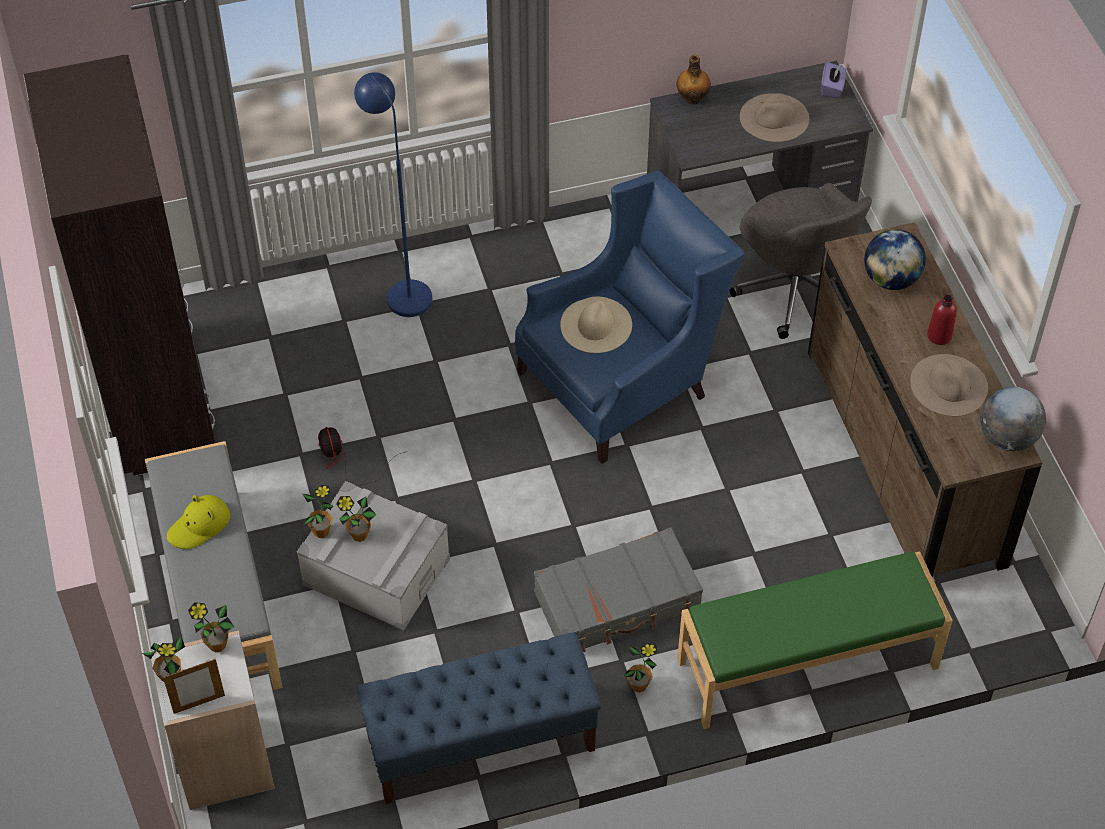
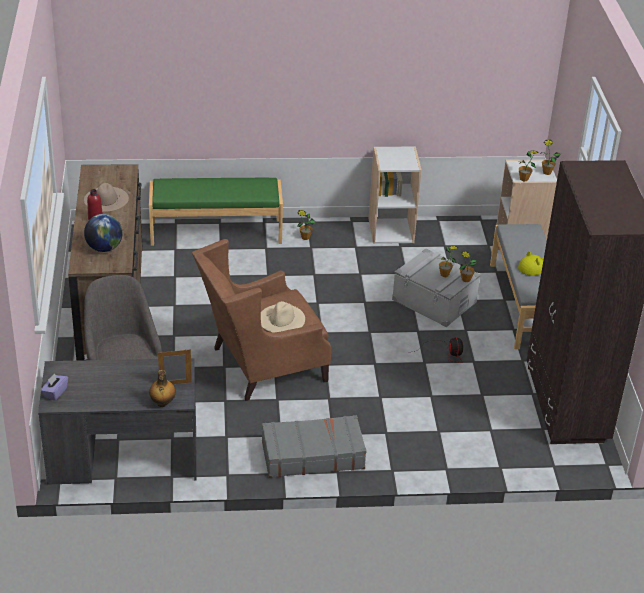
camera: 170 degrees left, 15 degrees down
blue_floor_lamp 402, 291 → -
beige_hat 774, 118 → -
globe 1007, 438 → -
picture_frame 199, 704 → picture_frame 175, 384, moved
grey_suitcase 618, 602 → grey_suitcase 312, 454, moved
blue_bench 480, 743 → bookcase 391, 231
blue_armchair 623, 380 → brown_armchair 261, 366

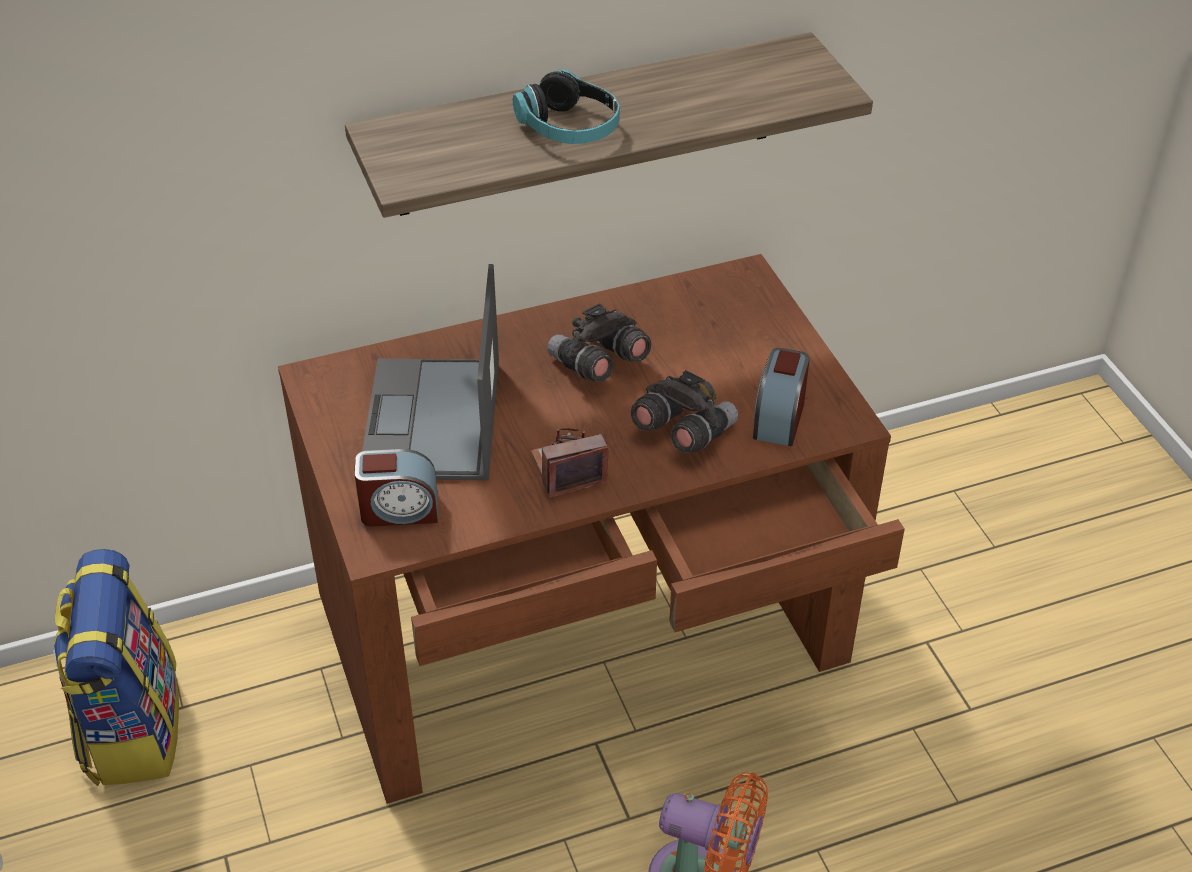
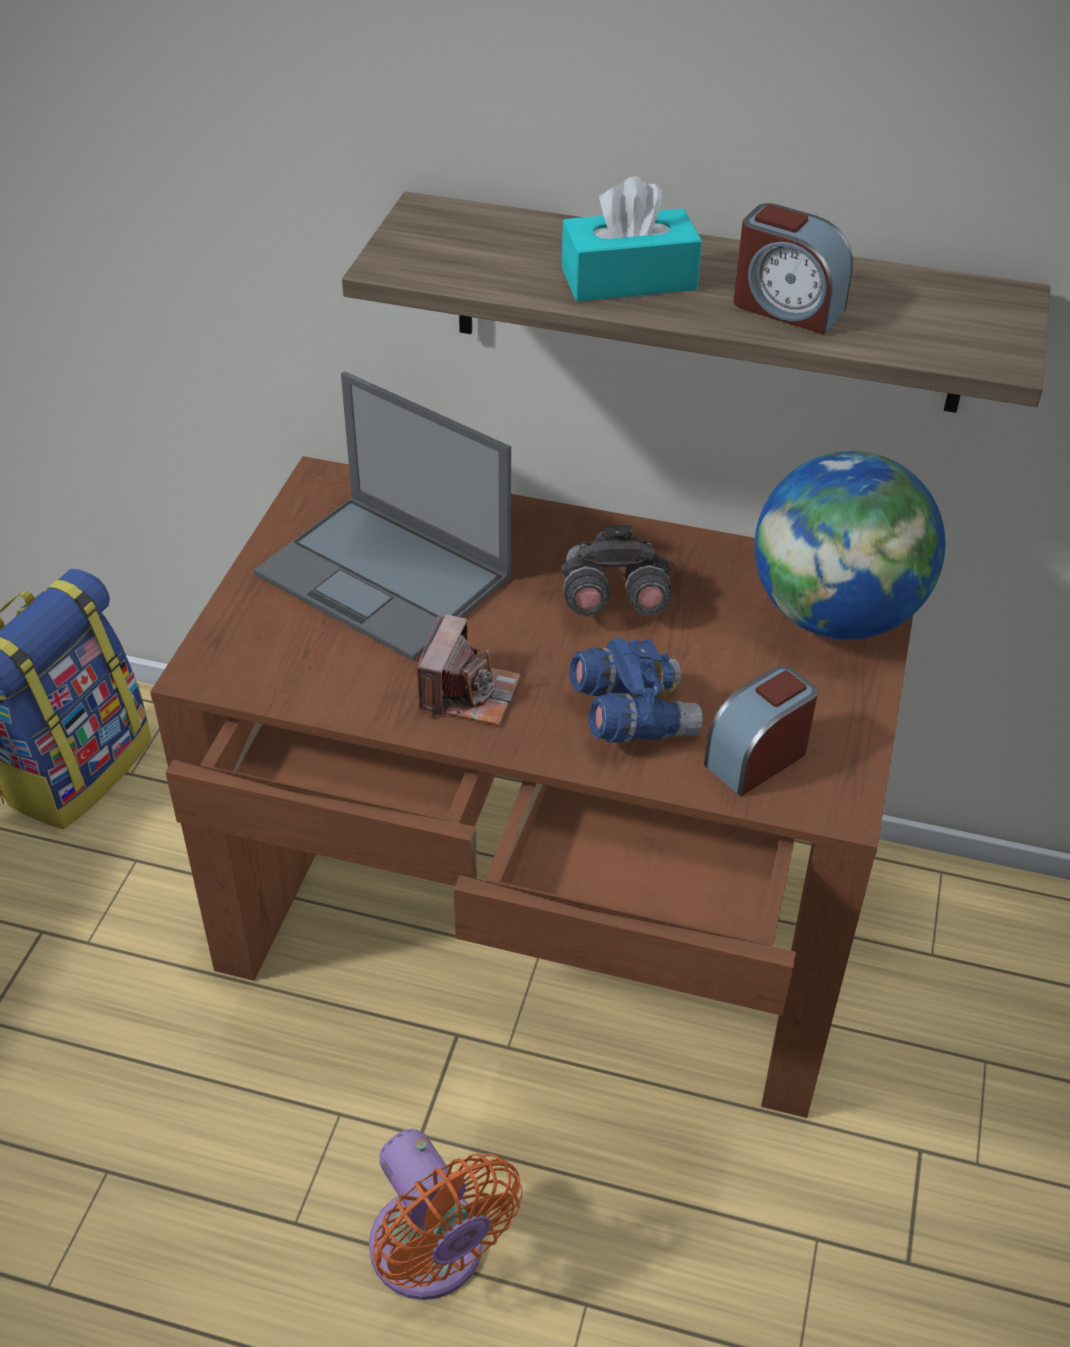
camera: 35 degrees right, 0 degrees up
- → globe 835, 616
alarm_clock 399, 510 → alarm_clock 786, 307, moved
headphones 569, 127 → turquoise_tissue_box 629, 279
grey_binoculars 683, 431 → blue_binoculars 632, 716
laptop 432, 421 → laptop 386, 576, 90 degrees counterclockwise
photo_camera 568, 470 → photo_camera 468, 693, 90 degrees clockwise

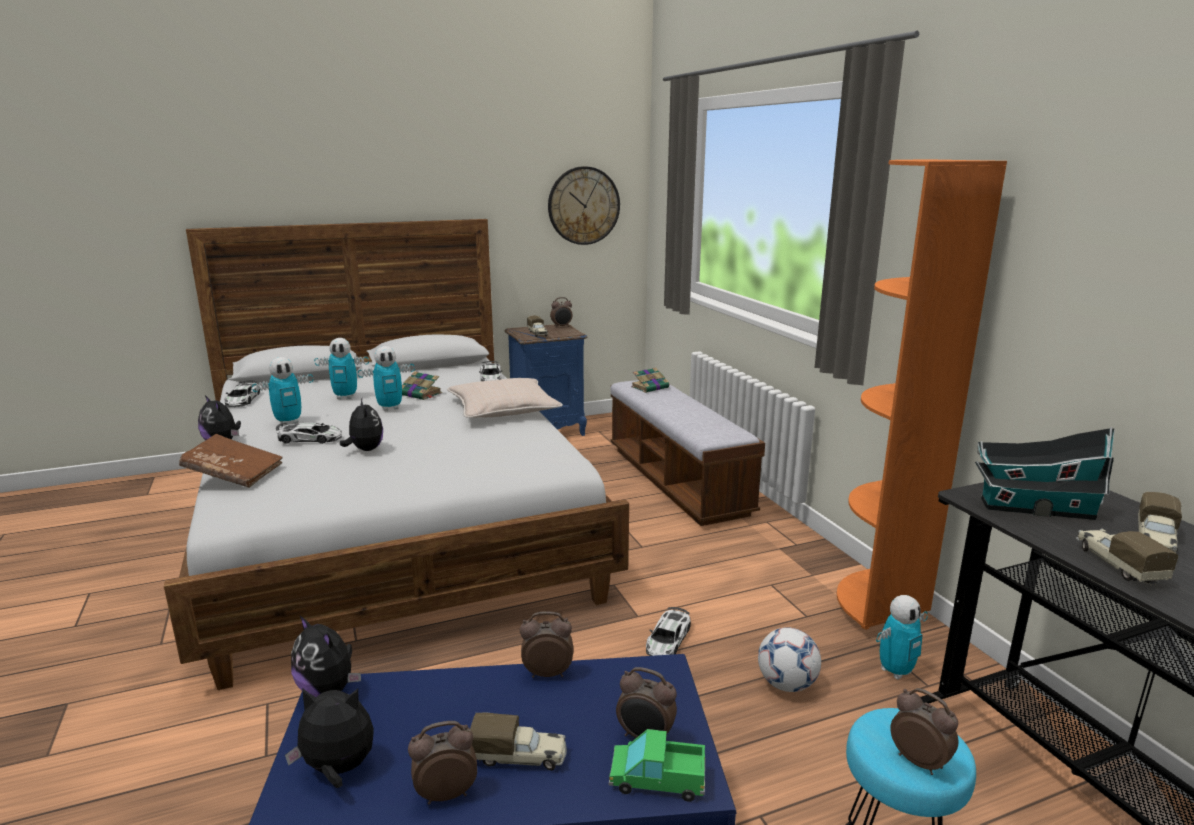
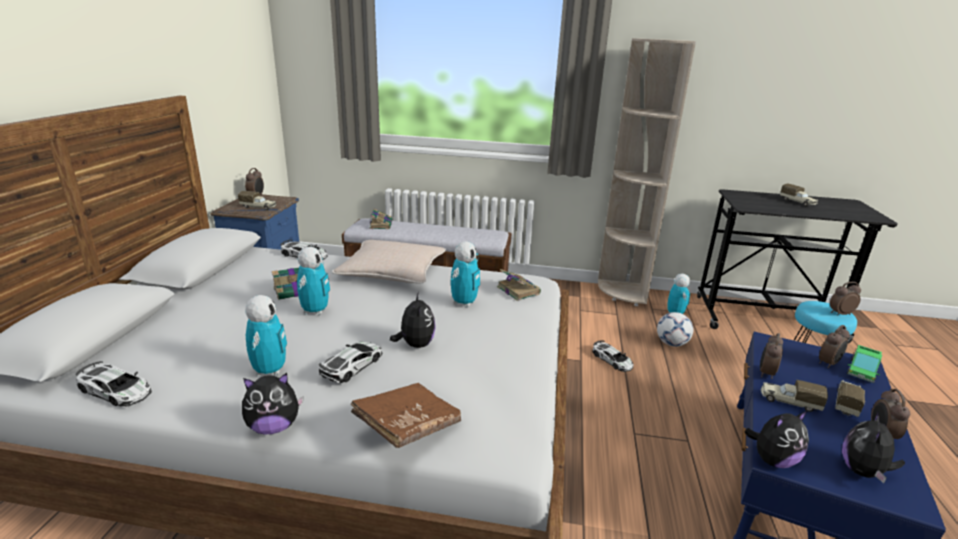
camera: 60 degrees left, 5 degrees up
wall_clock 583, 206 → -
toy_house 1032, 508 → -
- → book 517, 290
toy_robot 345, 397 → toy_robot 464, 303, moved
toy_truck 1117, 564 → toy_truck 789, 402, moved
orange_bookcase 872, 608 → beige_bookcase 621, 296
plush_toy 365, 450 → plush_toy 415, 344, 75 degrees clockwise

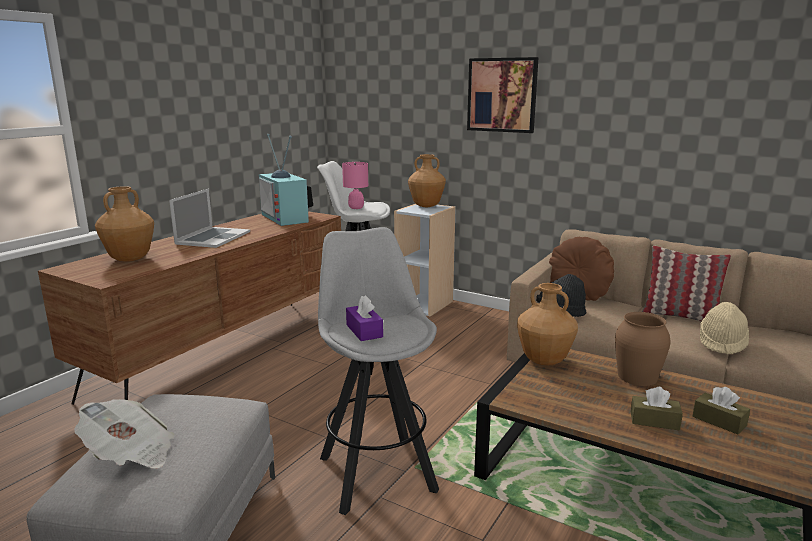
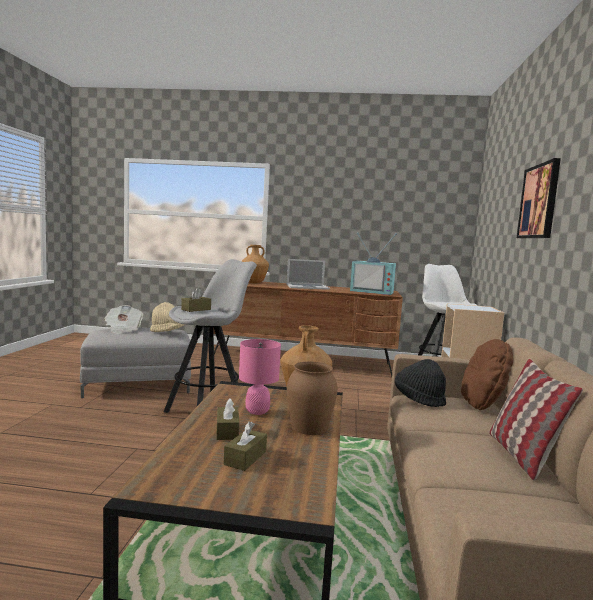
camera: 65 degrees right, 10 degrees down
brown_vase 426, 206 → -
pink_table_lamp 356, 208 → pink_table_lamp 258, 412, moved
beige_hat 722, 343 → beige_hat 169, 332, moved
purple_tissue_box 364, 331 → brown_tissue_box 196, 309
television 288, 218 → television 372, 292, 105 degrees counterclockwise

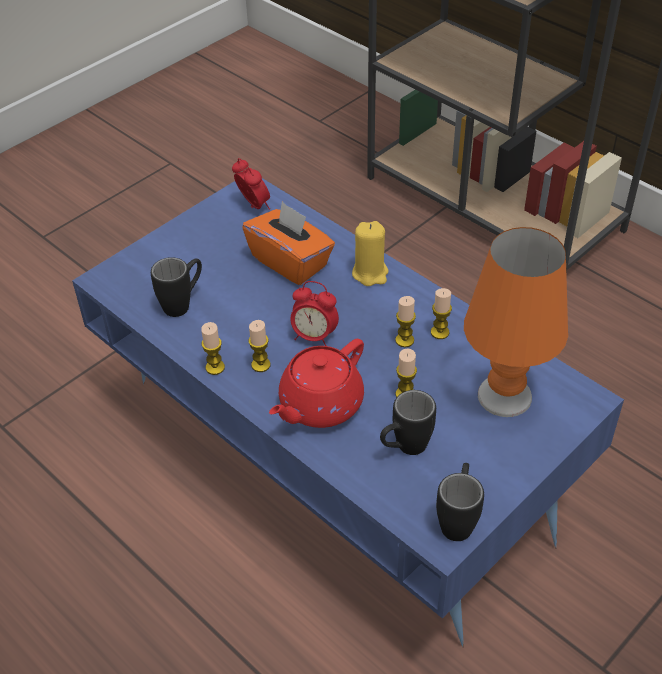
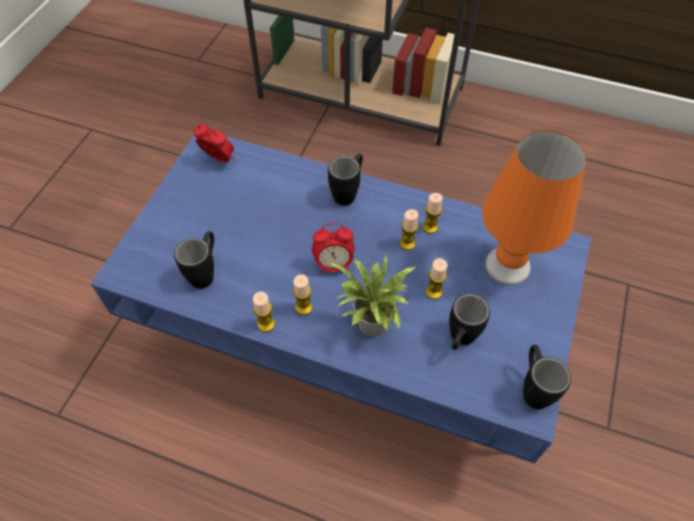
camera: 25 degrees left, 10 degrees up
orange_tissue_box 290, 262 → -
red_teapot 319, 405 → potted_plant 372, 327
yellow_candle 370, 273 → black_mug 348, 192

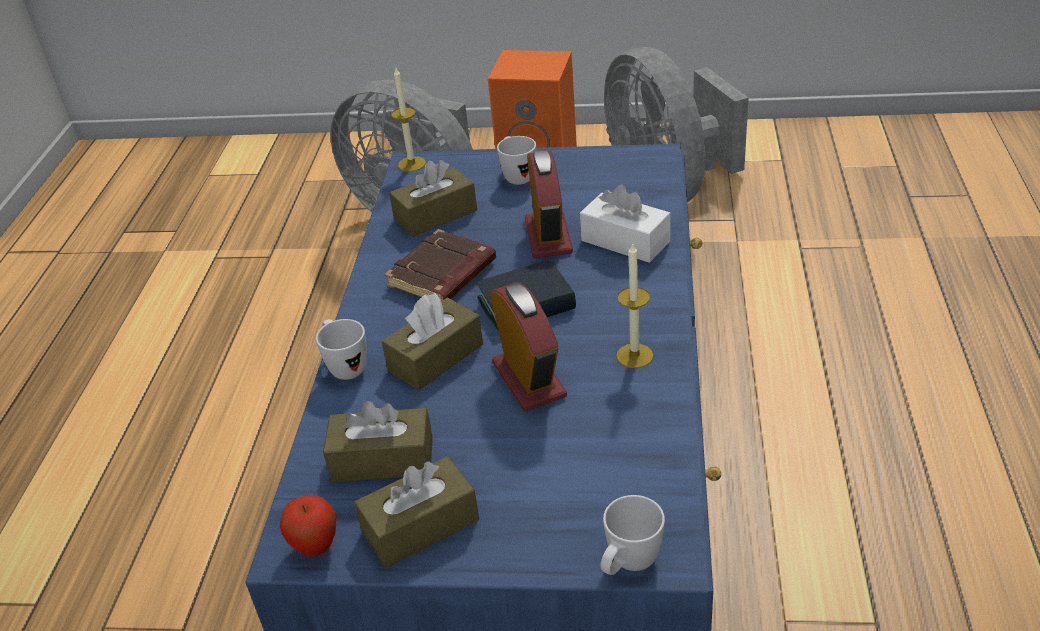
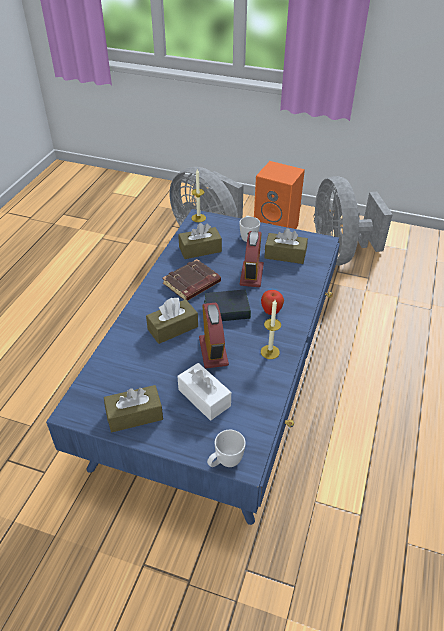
camera: 10 degrees right, 5 degrees up
white_mug 345, 366 → -
apple 316, 547 → apple 271, 312, moved
brown_tissue_box 382, 460 → brown_tissue_box 285, 255, moved
white_tissue_box 625, 241 → white_tissue_box 204, 398, moved

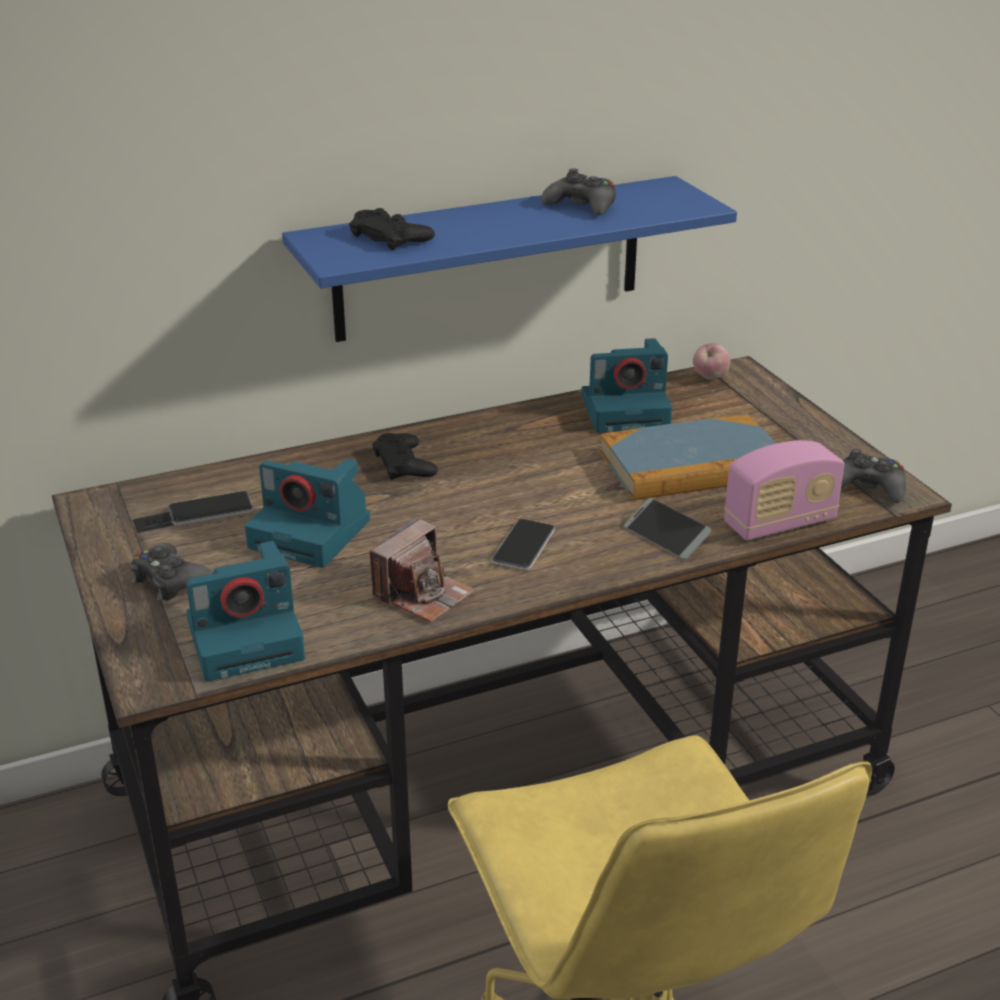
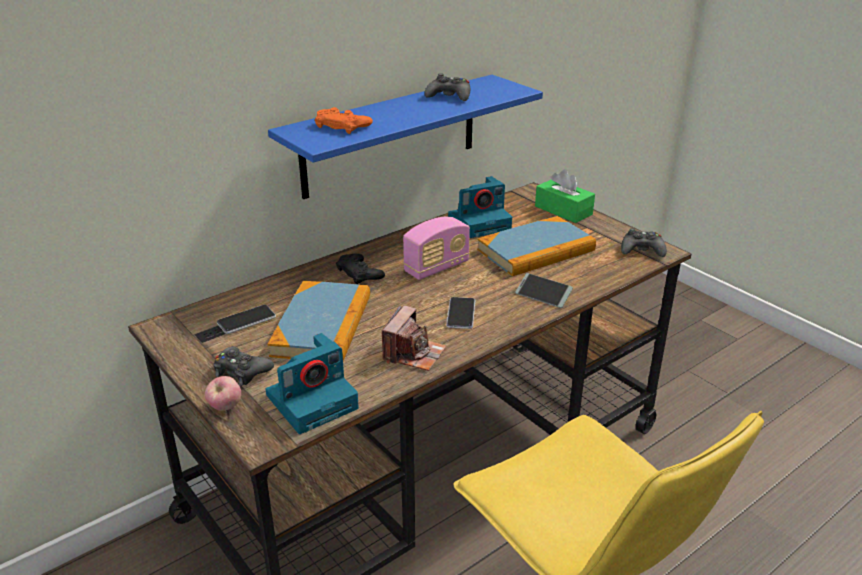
camera: 15 degrees left, 0 degrees up
- → green_tissue_box 563, 210
apple 710, 378 → apple 225, 407, moved
radio 779, 523 → radio 436, 267, moved
photo_camera 313, 534 → book 322, 326
black_game_controller 390, 237 → orange_game_controller 342, 126

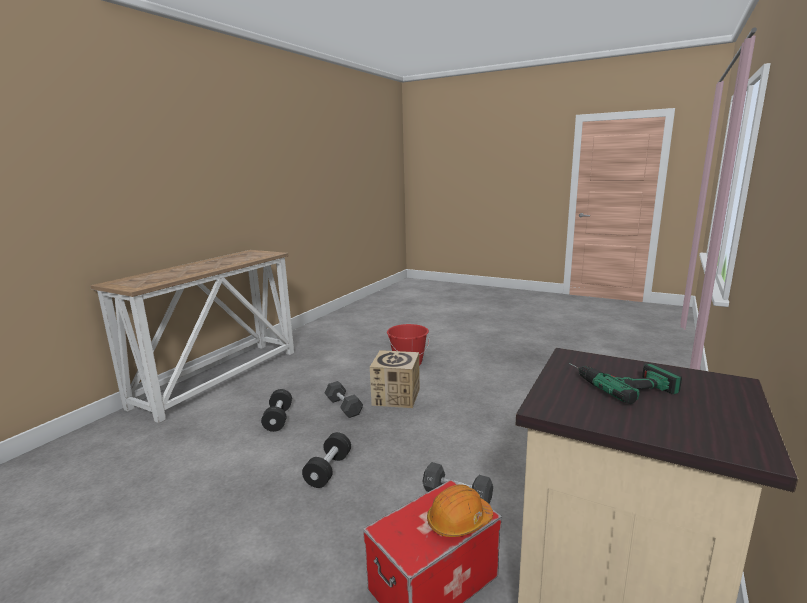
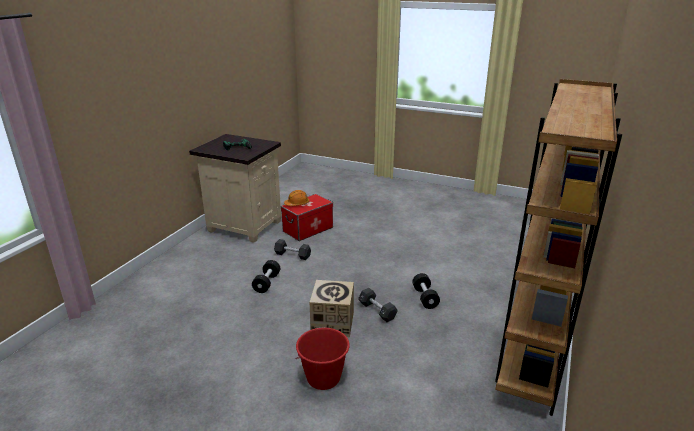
camera: 175 degrees right, 10 degrees up
black_dumbbell 328, 470 → black_dumbbell 267, 283, moved
console_table 220, 377 → brown_bookcase 532, 347

